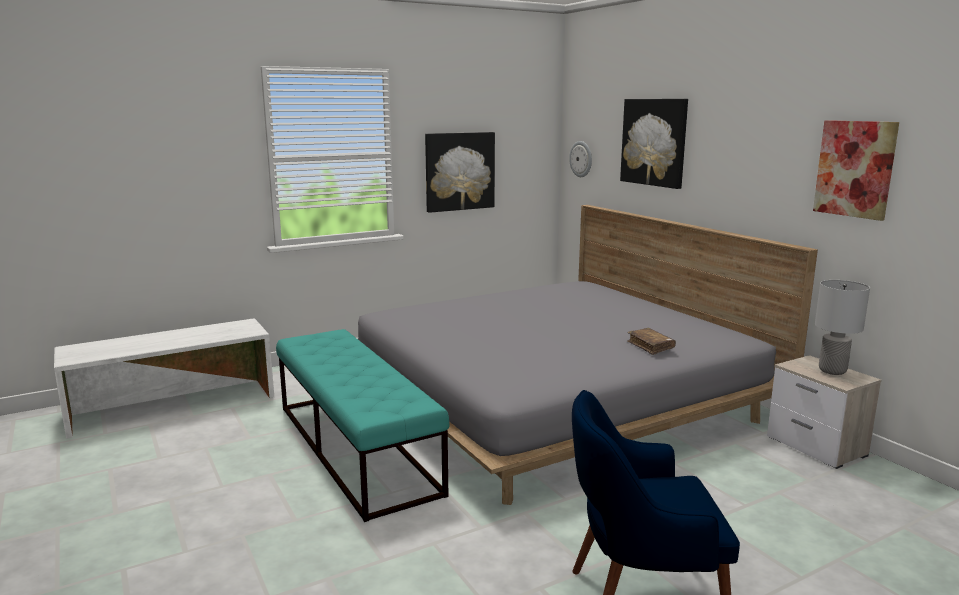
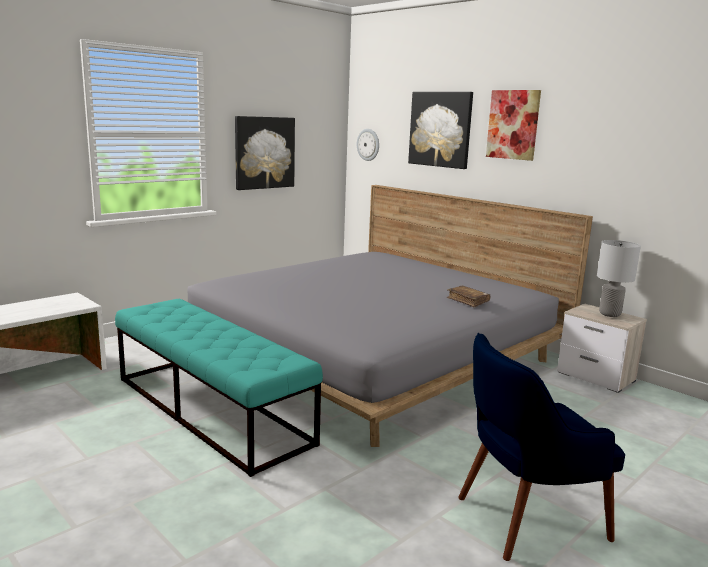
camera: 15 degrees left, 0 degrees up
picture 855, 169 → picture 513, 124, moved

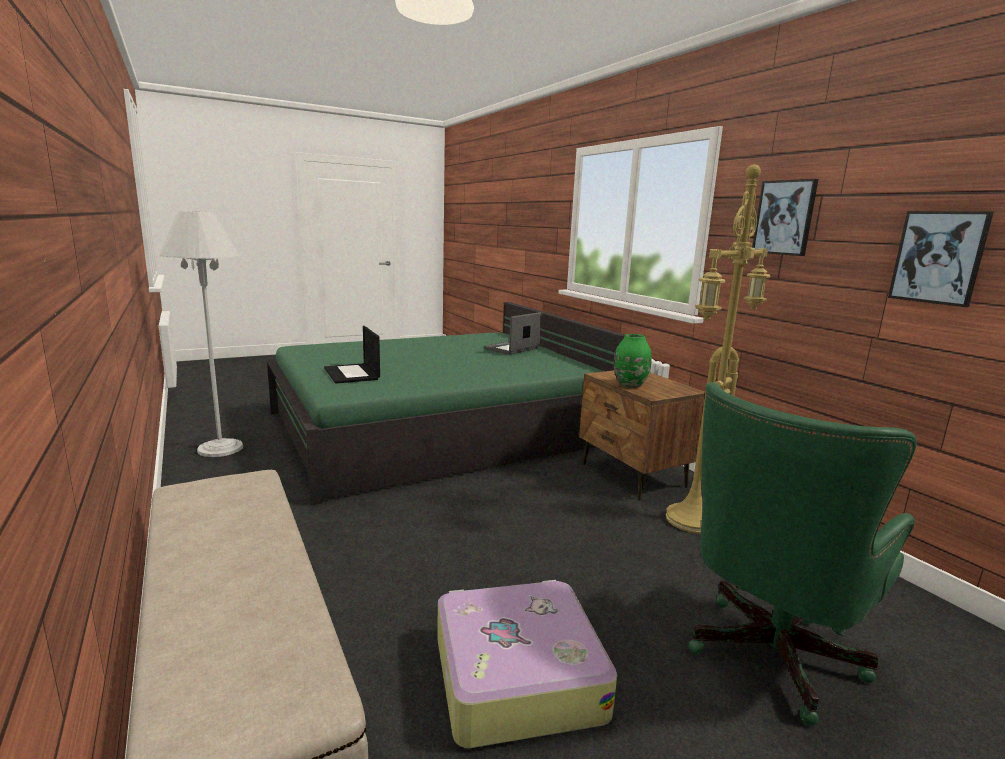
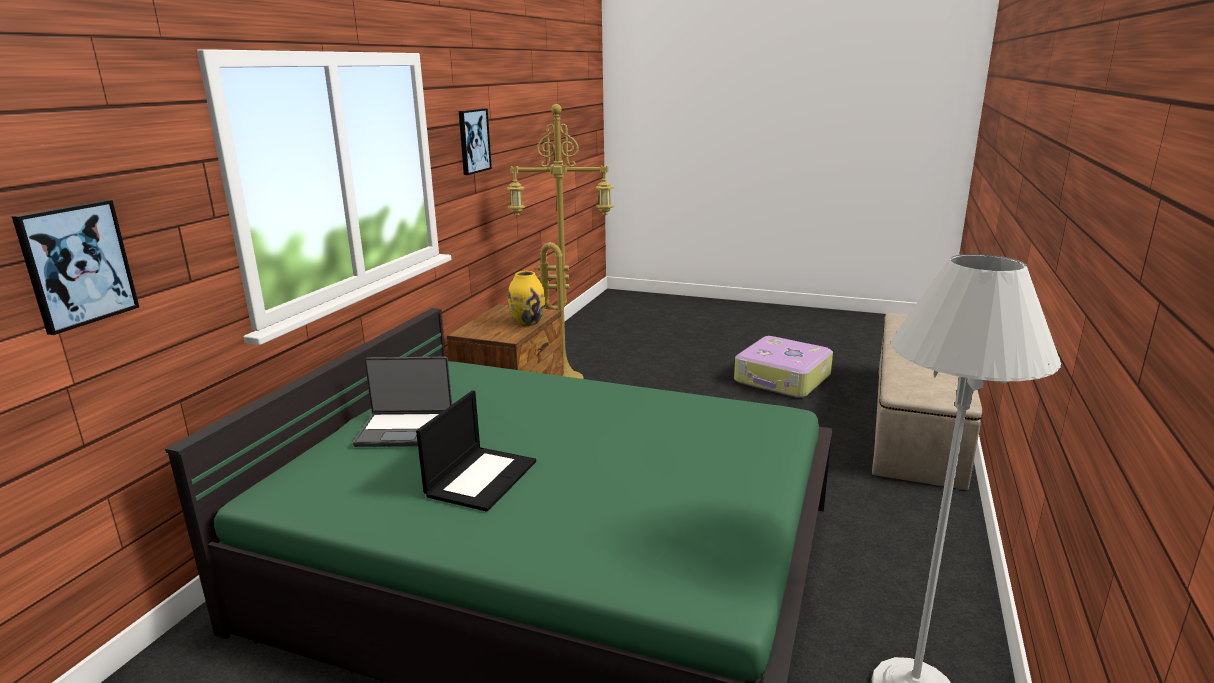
camera: 130 degrees left, 5 degrees up
green_office_chair 769, 659 → -
laptop 352, 374 → laptop 481, 477, moved
picture 938, 257 → picture 77, 265, moved
green_vase 630, 385 → yellow_vase 527, 322

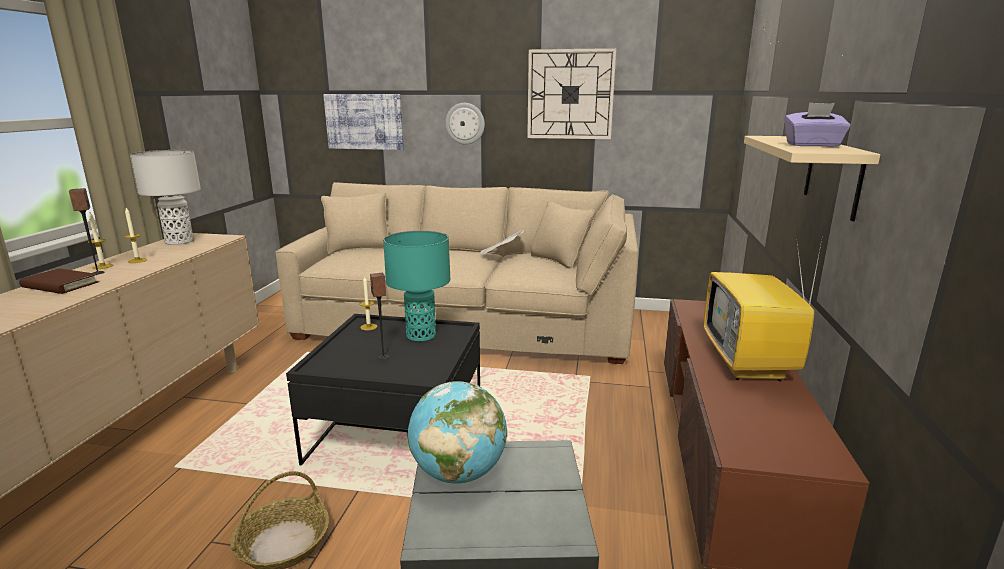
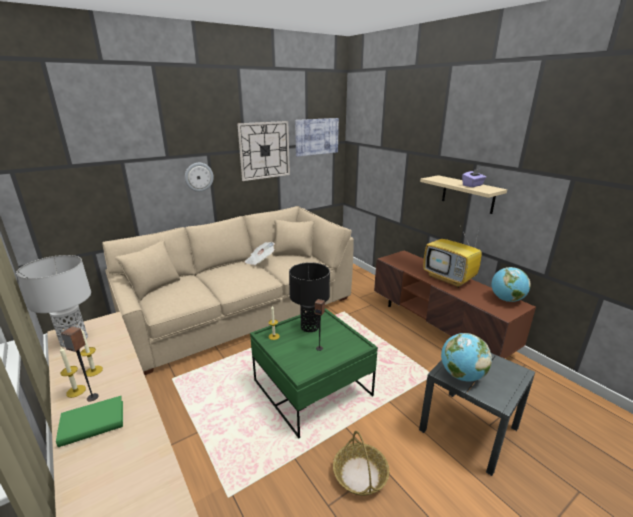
camera: 45 degrees left, 5 degrees up
- → globe 506, 299
picture 364, 121 → picture 316, 136, moved
brown_book 60, 285 → green_book 92, 423
black_coffee_table 398, 431 → green_coffee_table 312, 388
turquoise_table_lamp 420, 335 → black_table_lamp 309, 327

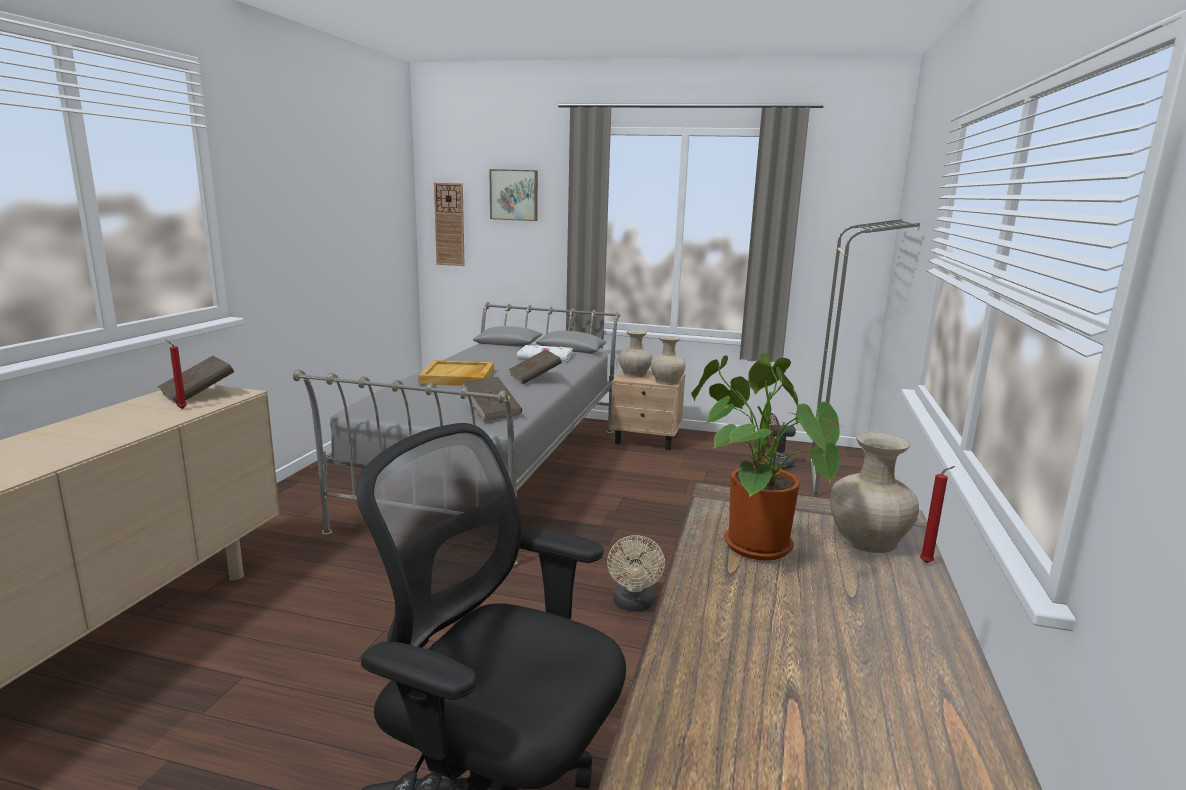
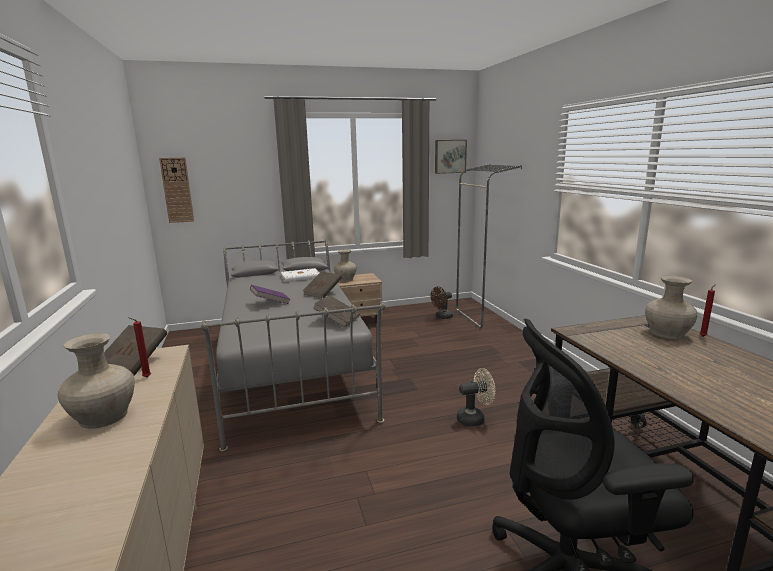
camera: 30 degrees left, 0 degrees up
potted_plant 750, 543 → -
picture 514, 195 → picture 450, 156, moved
beige_vase 667, 381 → beige_vase 104, 416, moved
beige_tray 458, 377 → purple_book 270, 303
beige_fan 634, 604 → beige_fan 475, 418, 75 degrees counterclockwise

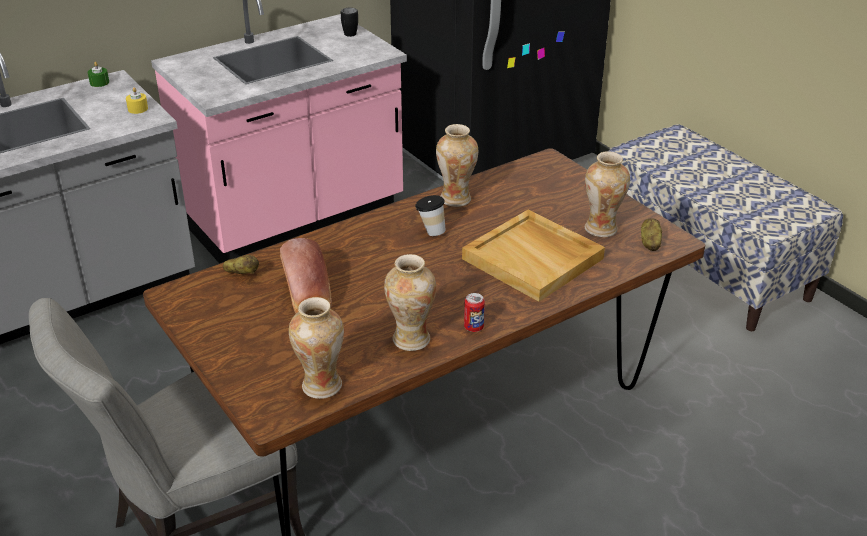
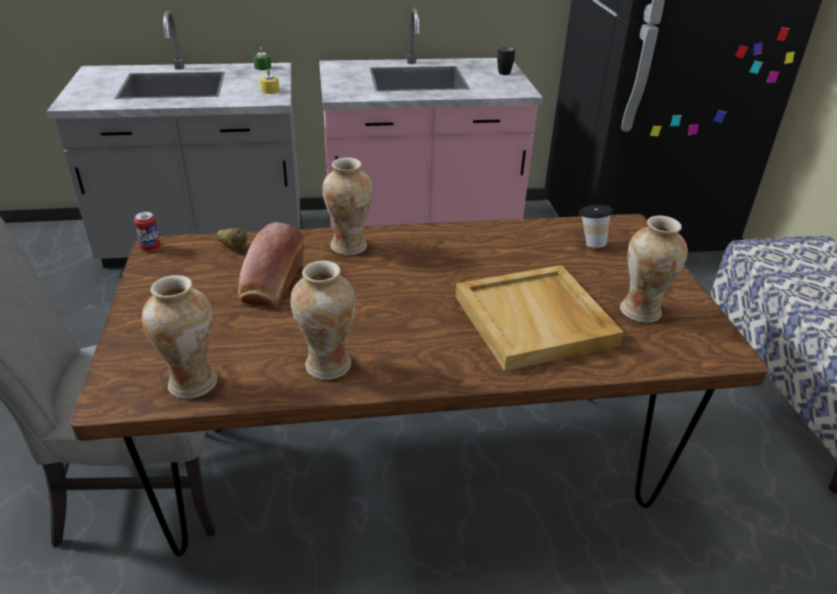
camera: 25 degrees right, 0 degrees up
potato 650, 243 → -
cup 430, 231 → cup 590, 243, moved
vase 456, 199 → vase 349, 246, moved
can 473, 327 → can 150, 247, moved

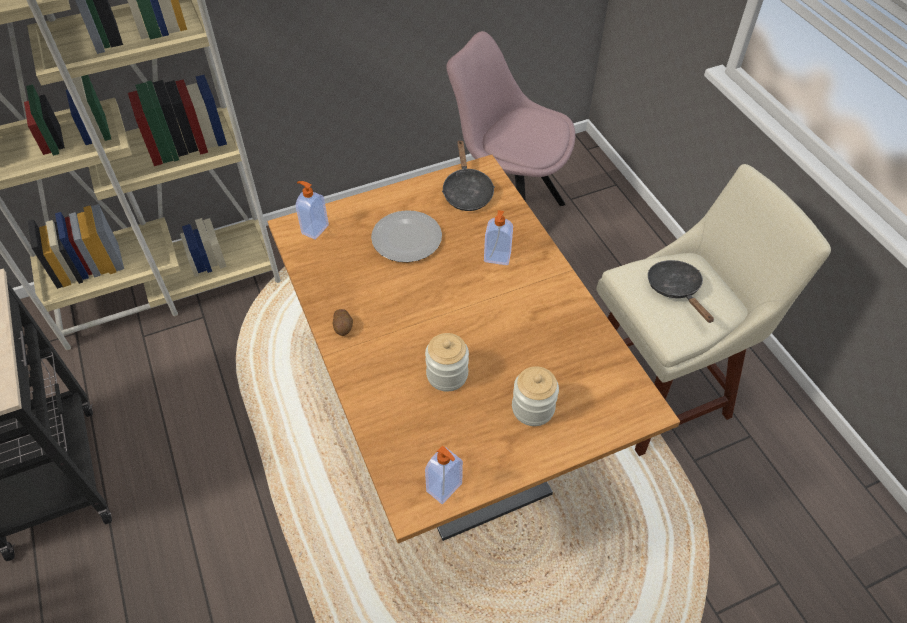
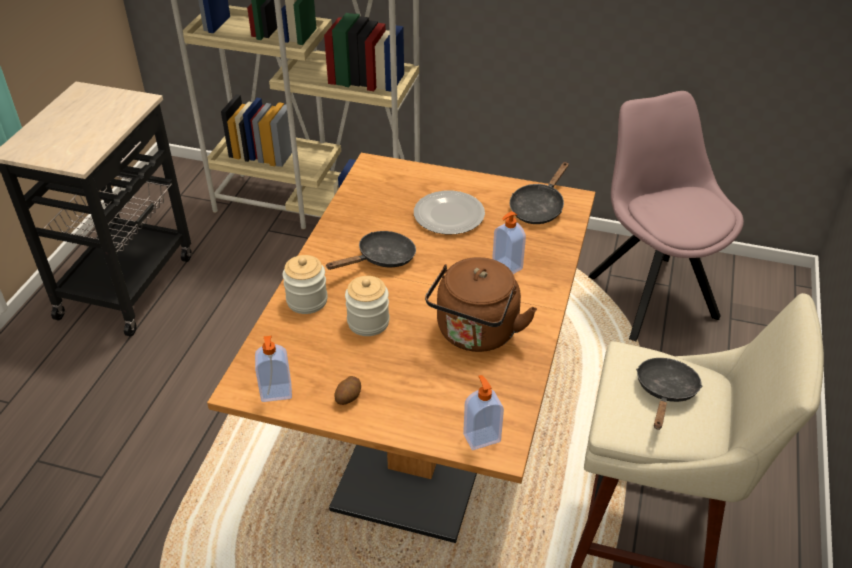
camera: 40 degrees right, 10 degrees down
- → black_frying_pan 381, 259
- → brown_kettle 475, 334
soap_dispenser 314, 229 → soap_dispenser 481, 437, moved
potato 343, 327 → potato 349, 397, moved
jar 533, 408 → jar 307, 300, moved

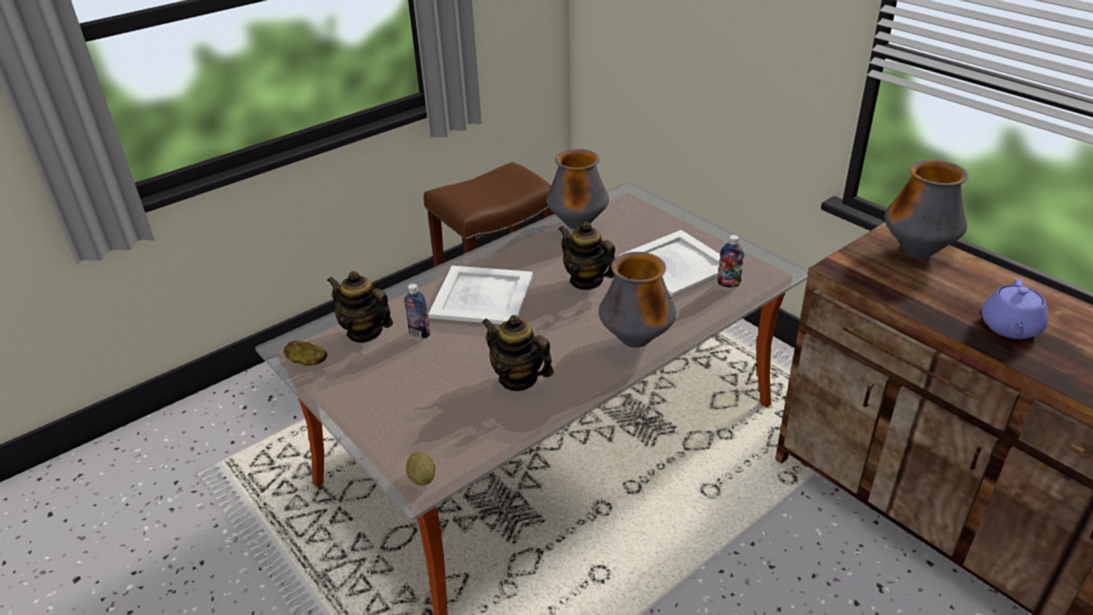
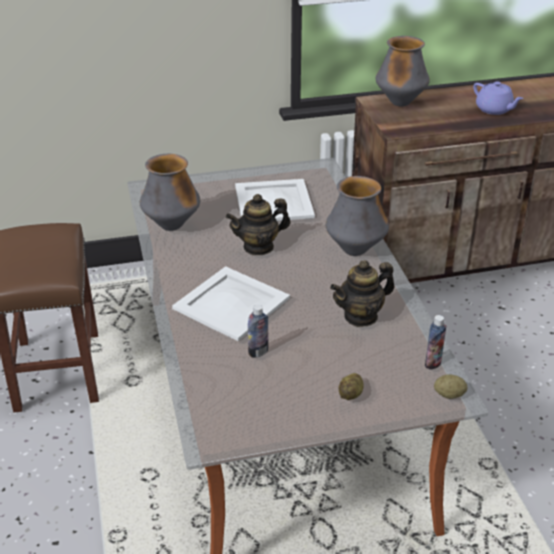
camera: 65 degrees left, 0 degrees up
teapot 365, 332 → -
potato 307, 362 → potato 351, 394, moved
bottle 728, 284 → bottle 433, 363, moved

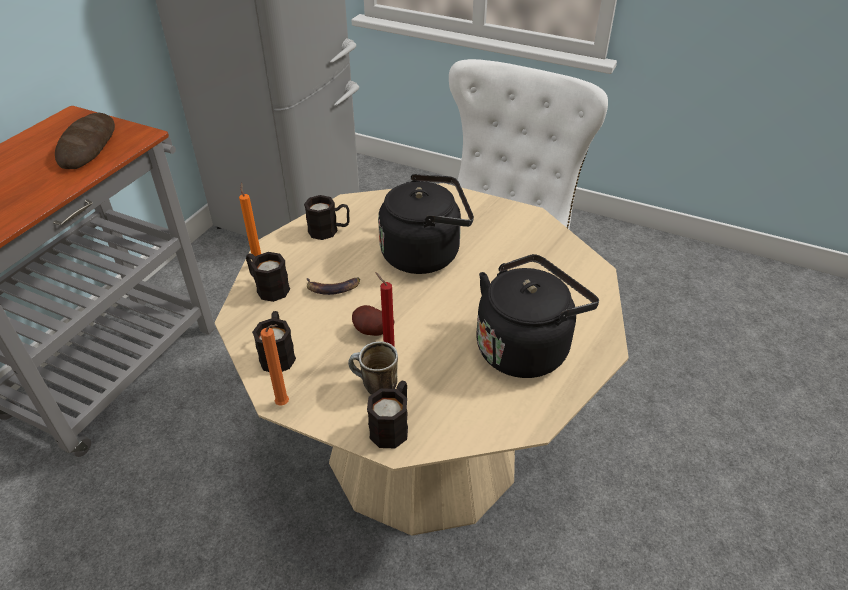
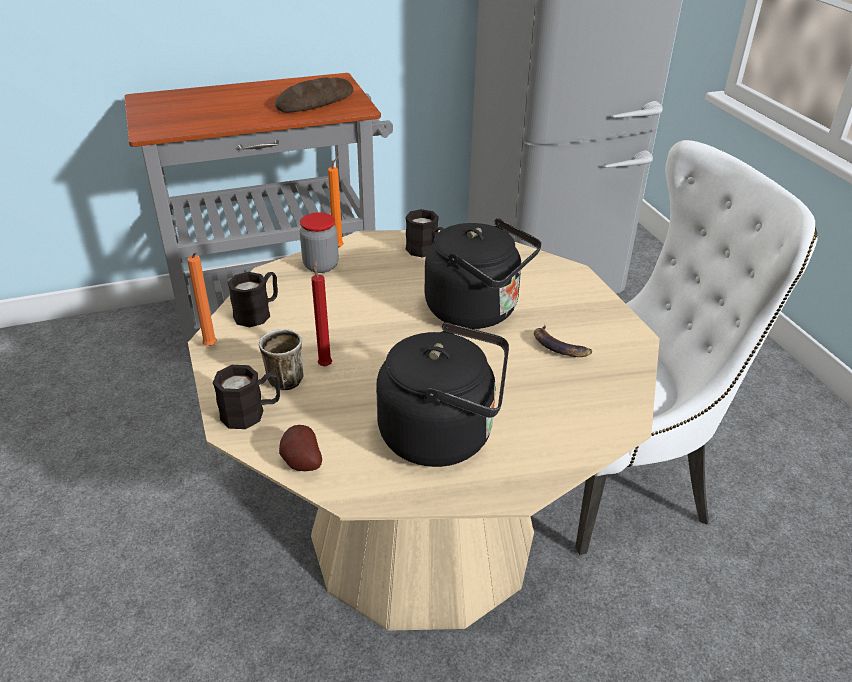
camera: 45 degrees right, 5 degrees down
banana 332, 288 → banana 559, 346, moved
potato 372, 332 → potato 300, 463, moved
black_mug 268, 287 → jar 321, 266

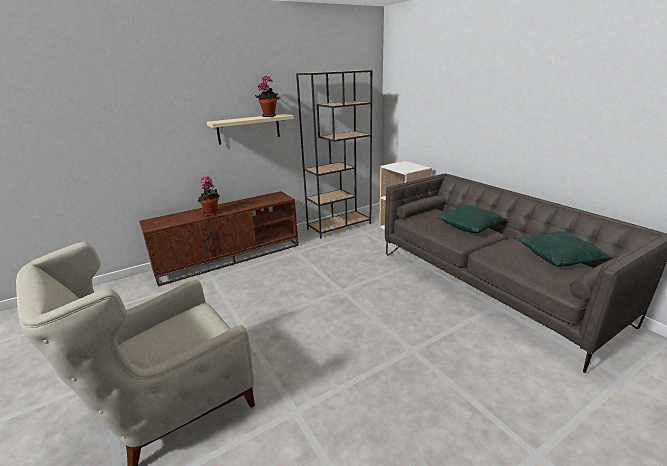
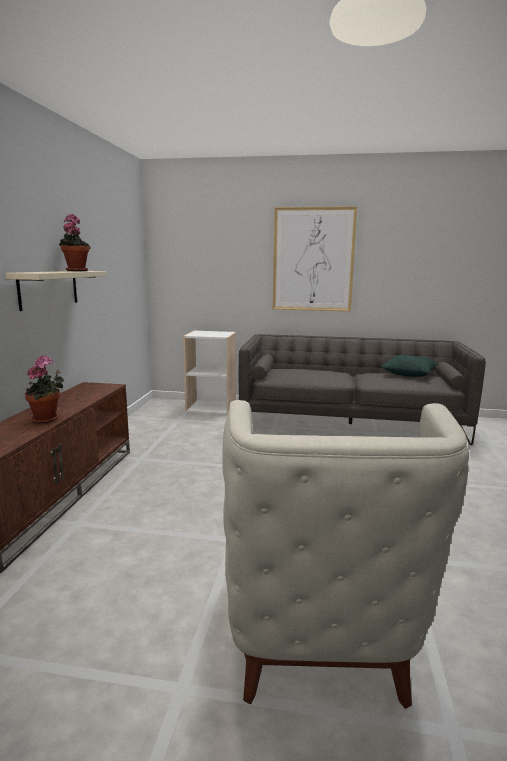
camera: 50 degrees left, 10 degrees down
bookcase 339, 226 → -
green_pillow 470, 226 → -
- → picture 313, 260

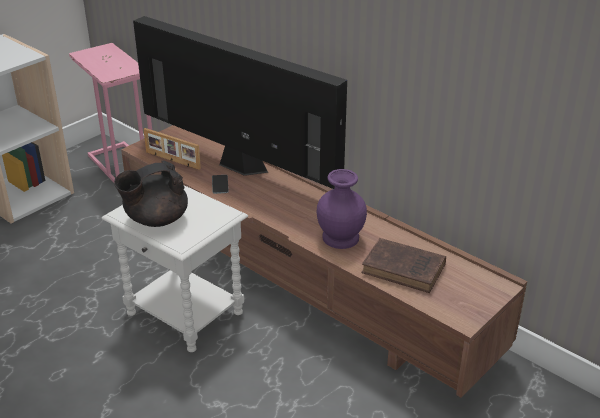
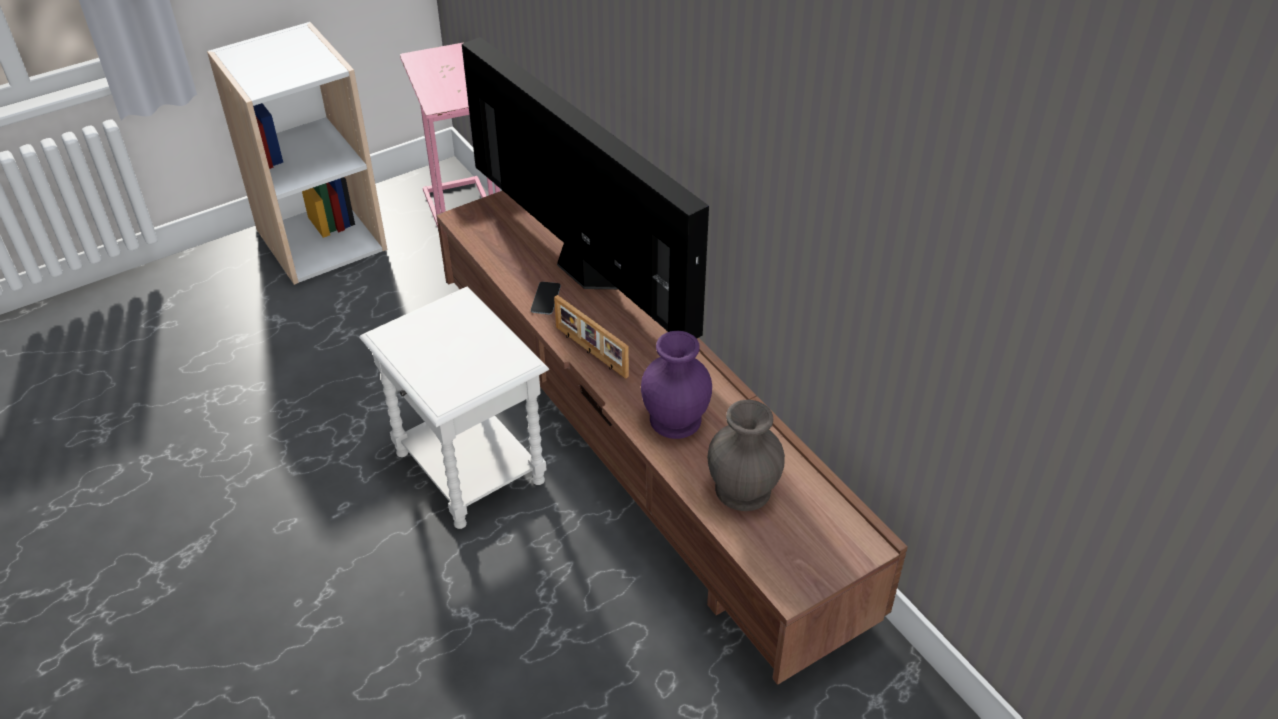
camera: 15 degrees right, 10 degrees up
black_teapot 155, 219 → -
picture_frame 172, 160 → picture_frame 590, 352, moved
brown_book 405, 269 → grey_vase 744, 490

